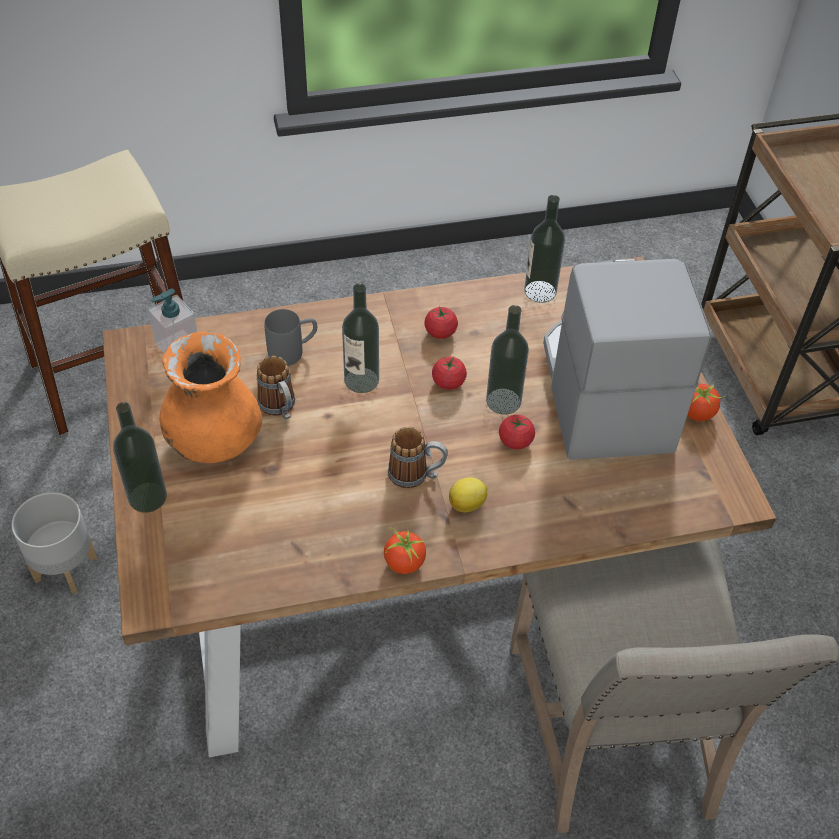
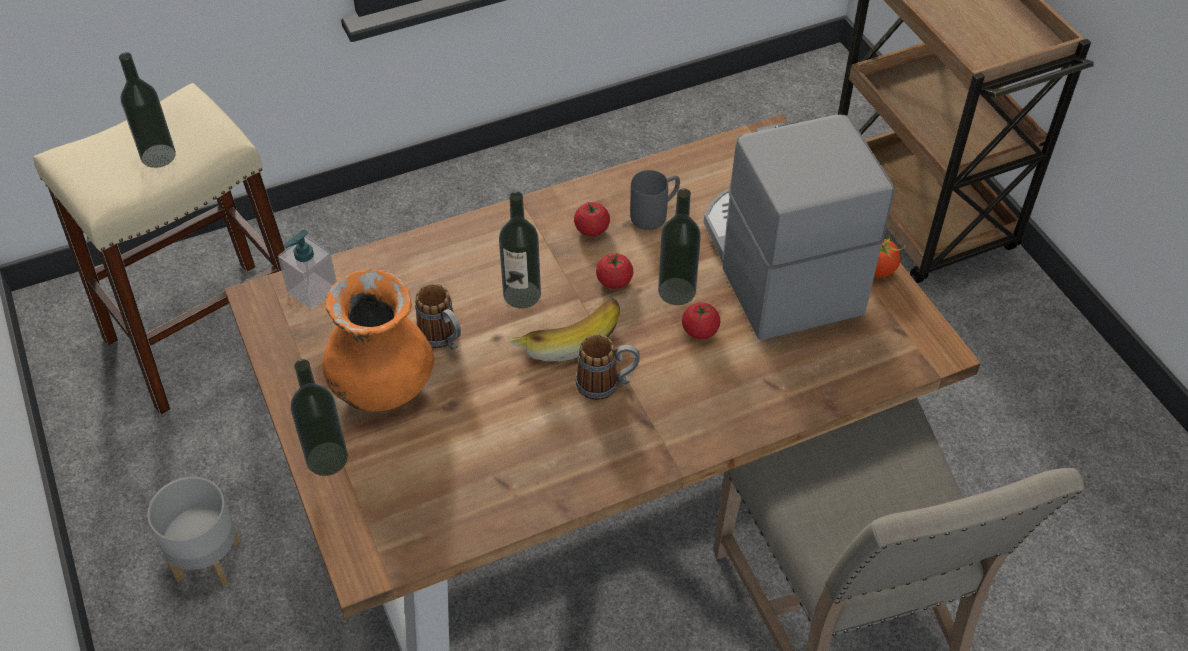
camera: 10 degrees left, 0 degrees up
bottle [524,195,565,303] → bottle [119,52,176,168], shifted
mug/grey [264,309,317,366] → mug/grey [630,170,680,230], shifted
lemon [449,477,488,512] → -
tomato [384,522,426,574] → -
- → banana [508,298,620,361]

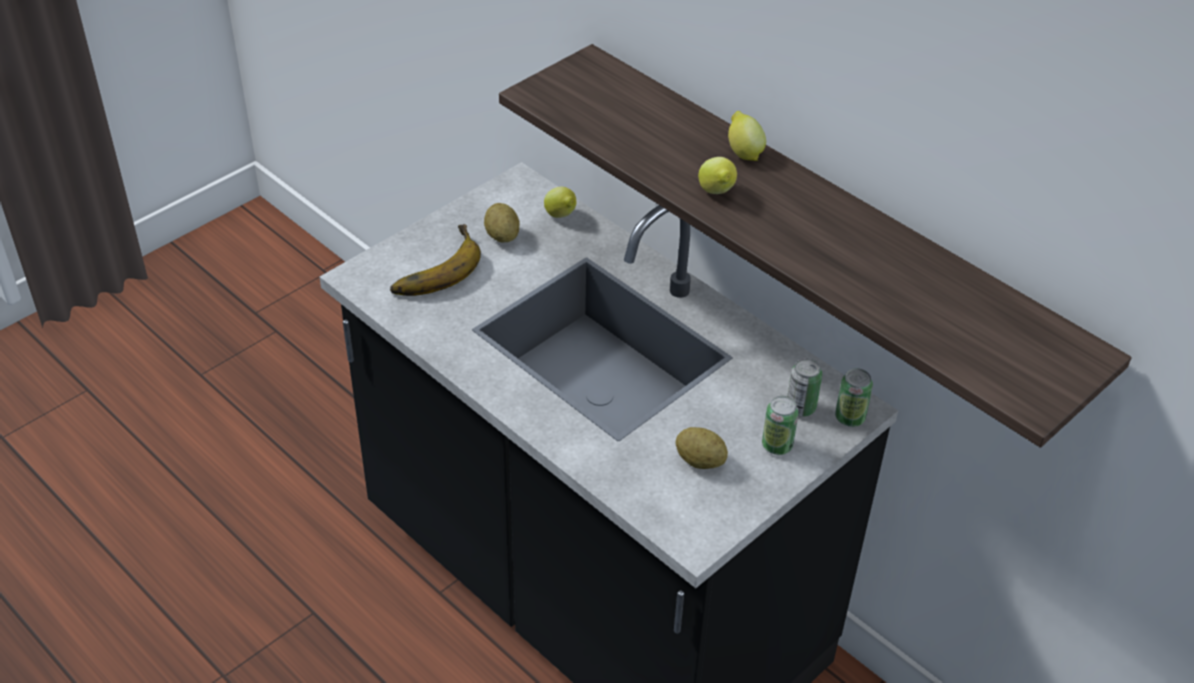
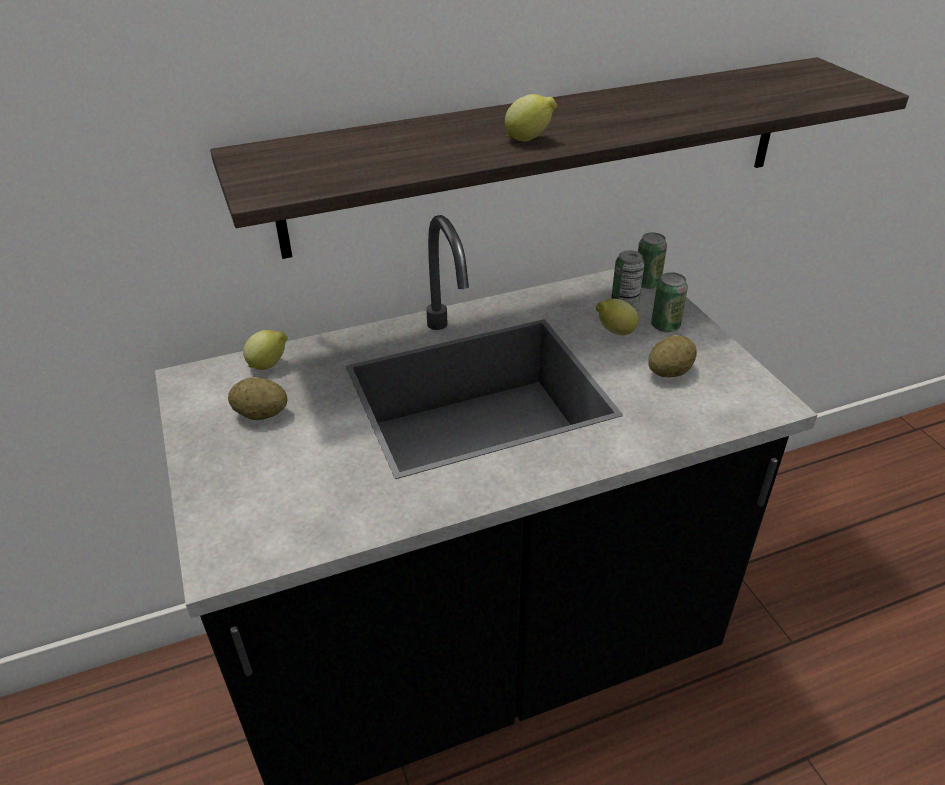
camera: 65 degrees left, 5 degrees down
lemon [728,111,766,161] → lemon [596,299,639,335], shifted
banana [390,224,481,296] → -

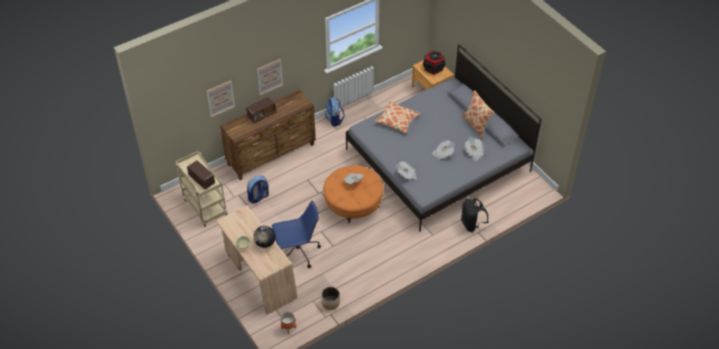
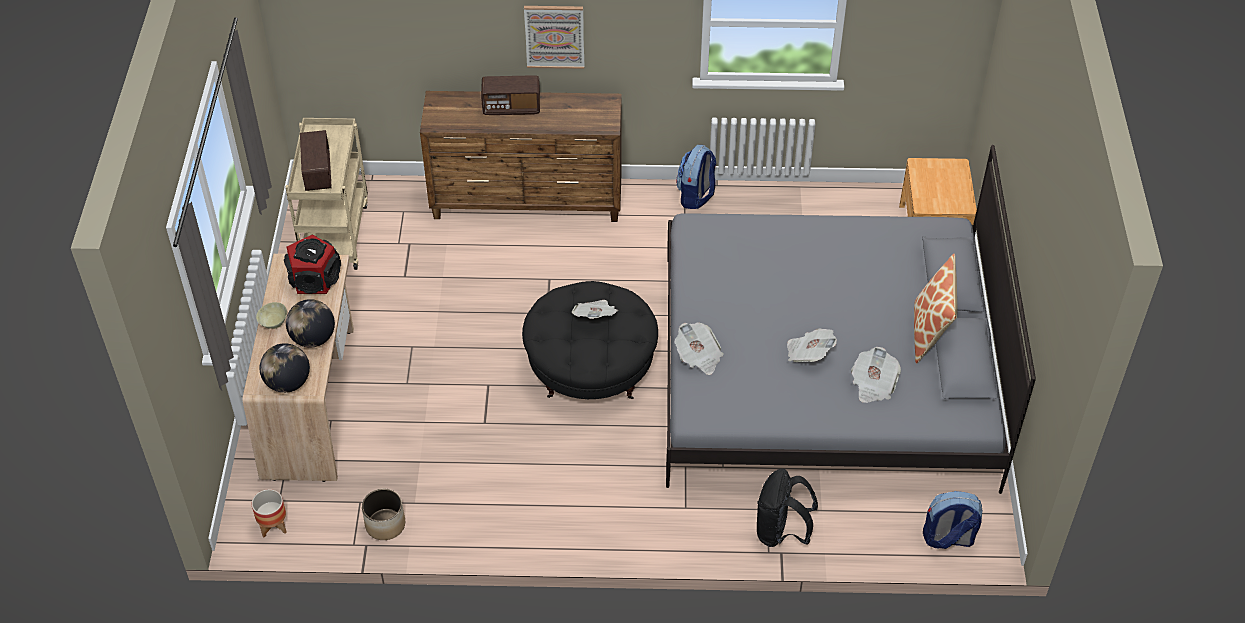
camera: 35 degrees right, 0 degrees up
speaker [423,51,446,75] → speaker [284,234,341,294], shifted
picture [207,80,235,118] → -
pillow [374,101,420,133] → -
ottoman/orange [323,165,383,224] → ottoman/black [522,281,658,399]
backpack [247,175,269,204] → backpack [923,491,983,549], shifted
office chair/blue [272,201,321,268] → -
- → globe [260,343,310,393]

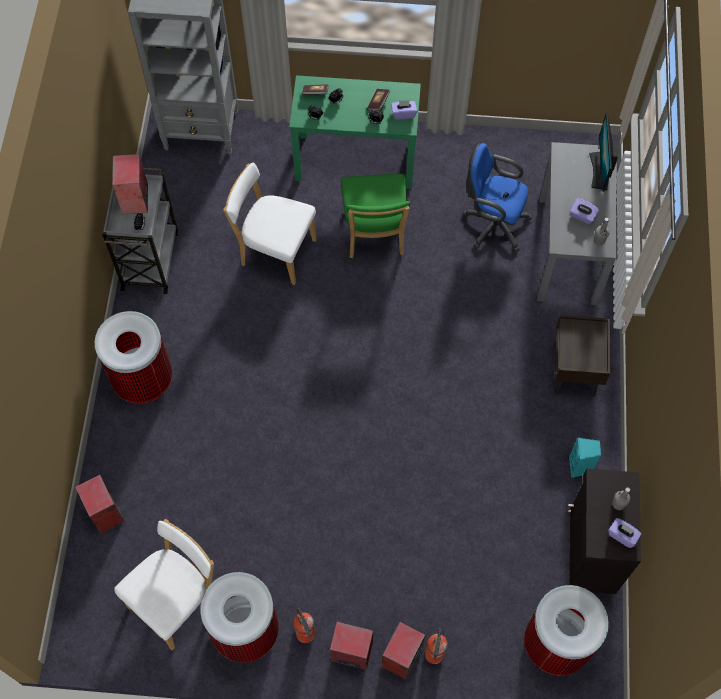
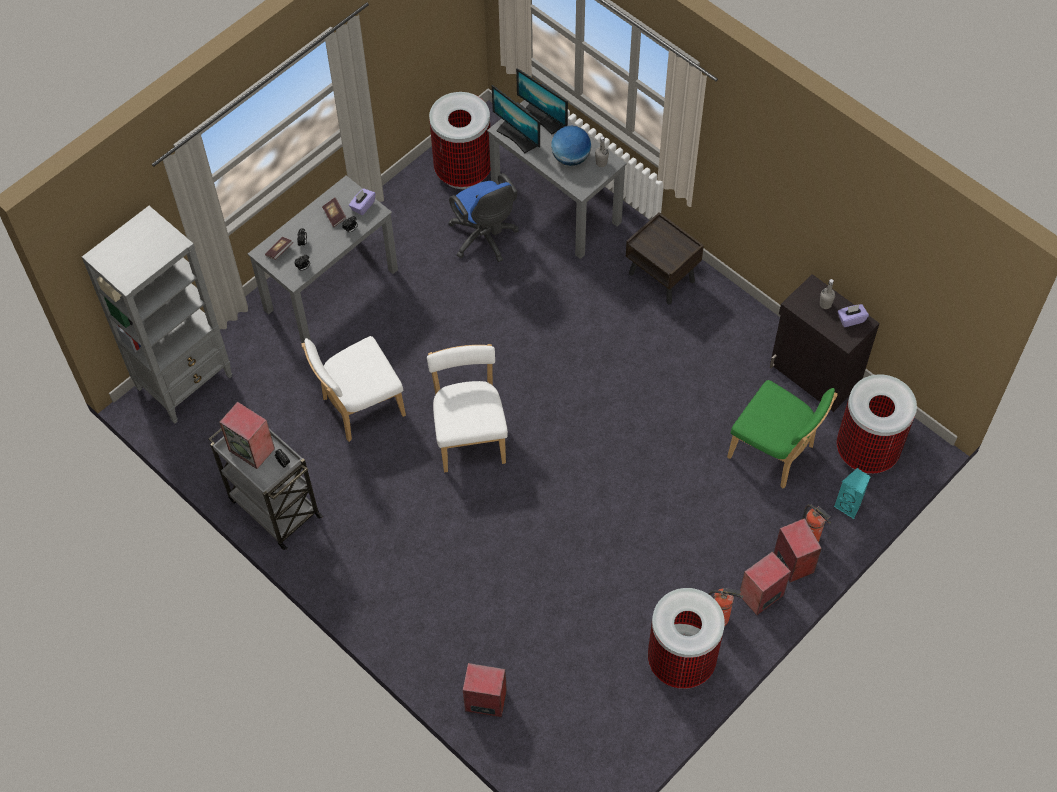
camera: 50 degrees left, 5 degrees down
desk/green [289,75,421,189] → desk/grey [248,176,398,343]
office chair/blue [462,143,532,252] → office chair/blue [448,173,519,262], 90 degrees counterclockwise
chair/green [341,174,411,258] → chair/green [727,380,838,489], shifted
tissue box/purple [570,198,600,224] → globe [551,125,591,166]
trash can [95,311,172,403] → trash can [429,92,491,189], shifted
speaker/turquoise [569,438,601,478] → speaker/turquoise [834,468,871,519], shifted
chair/white [114,519,214,651] → chair/white [427,344,508,473], shifted
- → monitor [492,85,540,153]

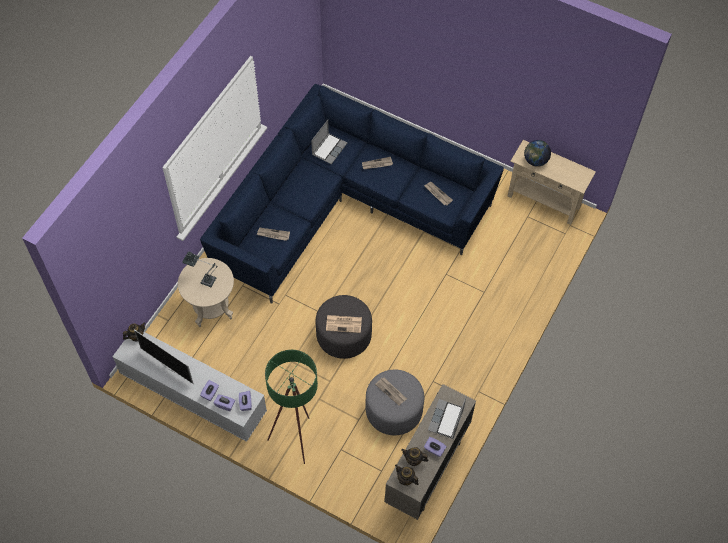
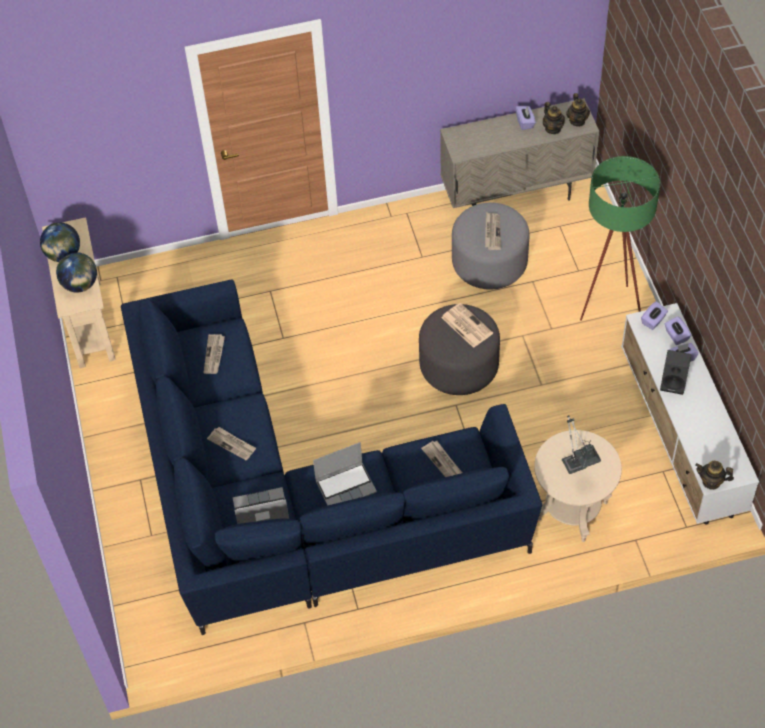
camera: 130 degrees left, 5 degrees down
television [134,329,194,384] → -
laptop [428,397,466,439] → laptop [313,442,377,506], shifted
- → globe [40,222,80,262]
- → speaker/black [660,350,691,395]

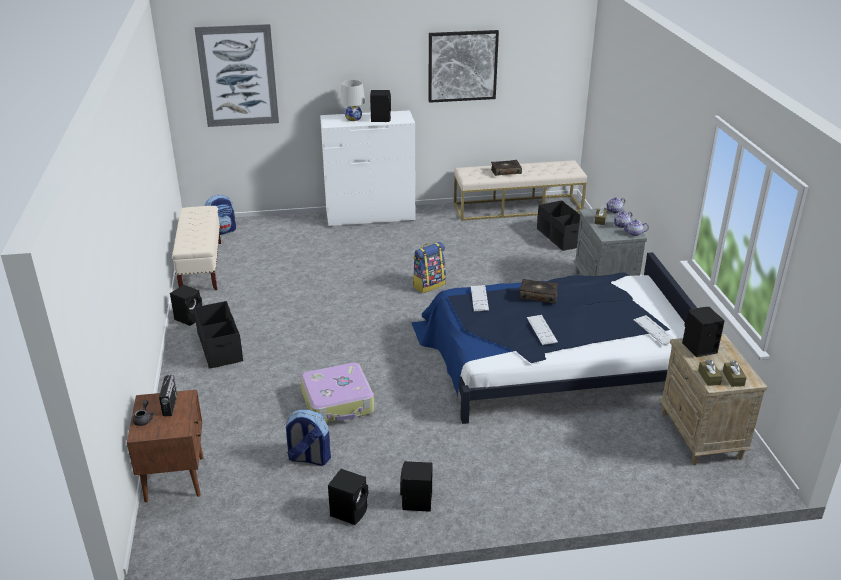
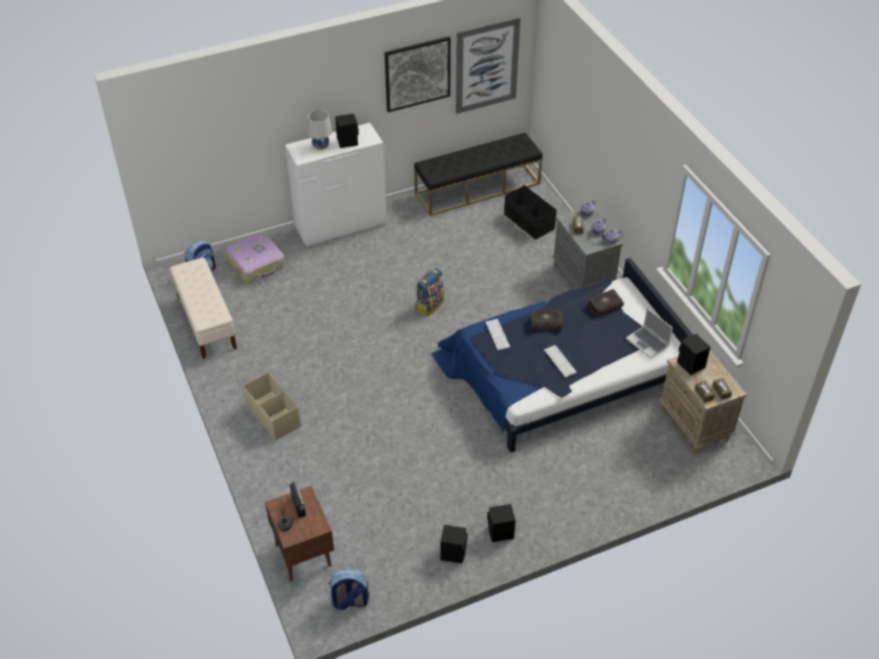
camera: 15 degrees left, 15 degrees up
picture [195,24,279,127] → picture [456,17,521,114], shifted
bench/beige [454,160,587,221] → bench/black [414,132,543,216]
book [491,160,522,176] → book [587,289,624,316], shifted
speaker/black [170,285,202,326] → -
storage box/black [194,301,243,369] → storage box/beige [243,372,301,440]
keyboard [633,315,675,345] → laptop [626,308,673,359]
suitcase [300,363,374,424] → suitcase [226,233,285,283], shifted
backpack [285,409,331,466] → backpack [328,568,369,610], shifted

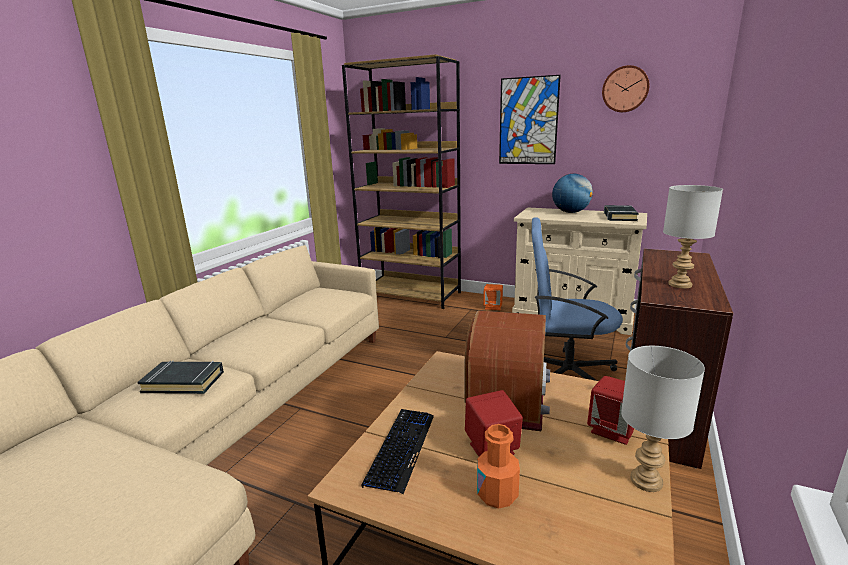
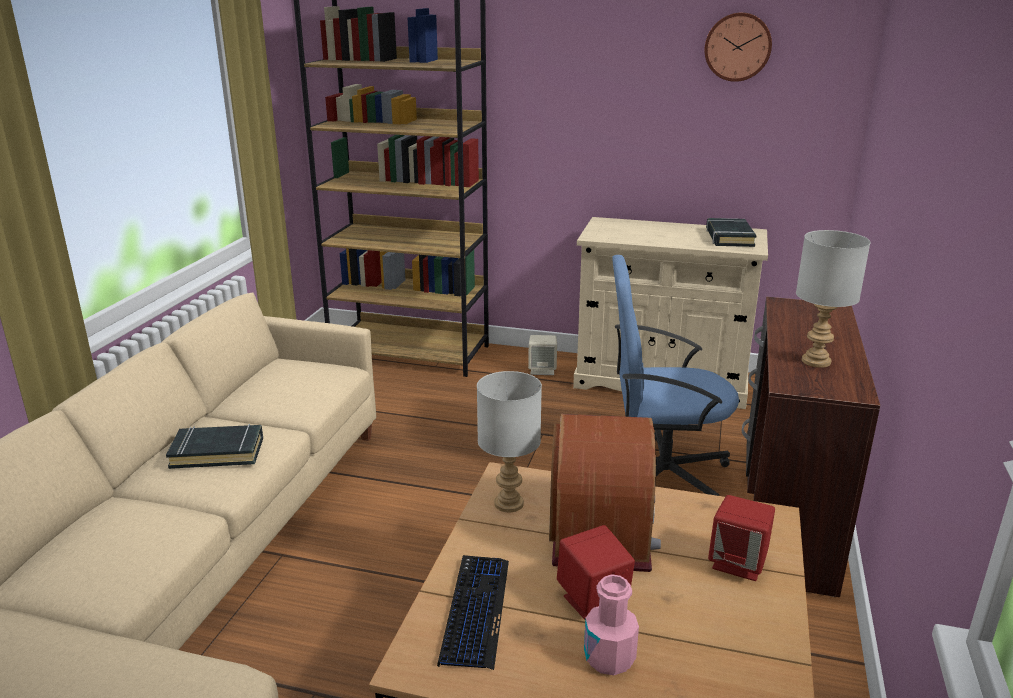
camera: 10 degrees left, 5 degrees up
picture [499,75,561,164] → -
globe [552,174,593,213] → -
speaker/orange [483,284,503,310] → speaker/beige [528,335,557,375]
table lamp/grey [621,346,705,492] → table lamp/grey [477,371,542,512], shifted
book/black [137,361,224,394] → book/black [166,424,263,469], shifted
bottle/orange [477,424,520,509] → bottle/pink [584,574,639,675]

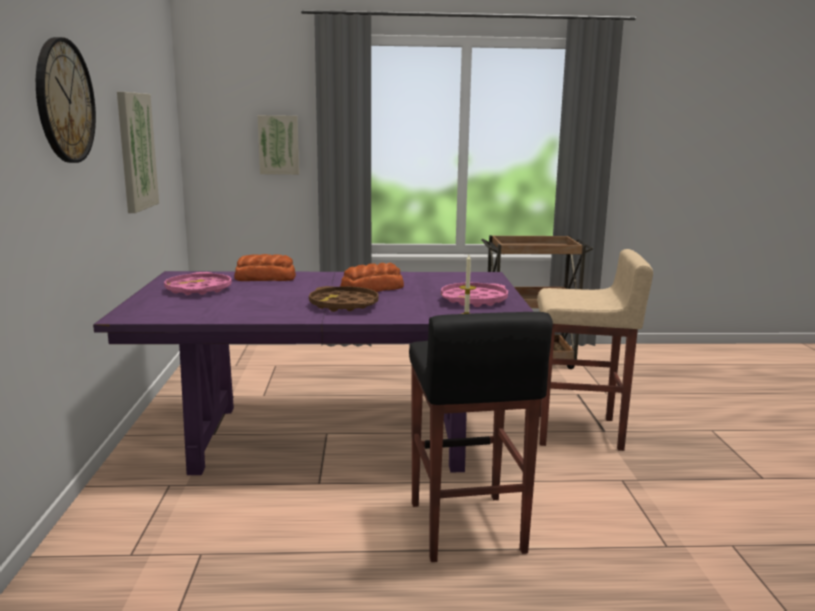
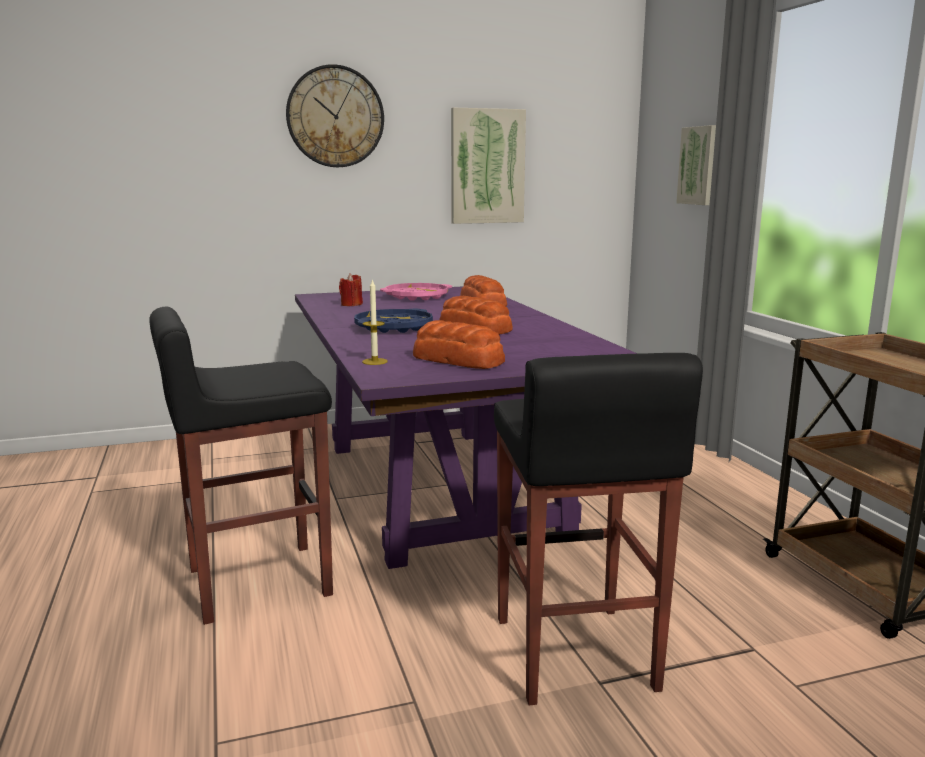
camera: 75 degrees right, 0 degrees up
stool/beige [537,249,653,451] → stool/black [494,353,703,706]
tray/pink [441,283,508,307] → bread [413,320,505,369]
tray/brown [309,286,378,312] → tray/blue [354,309,433,333]
- → candle/red [339,274,363,306]

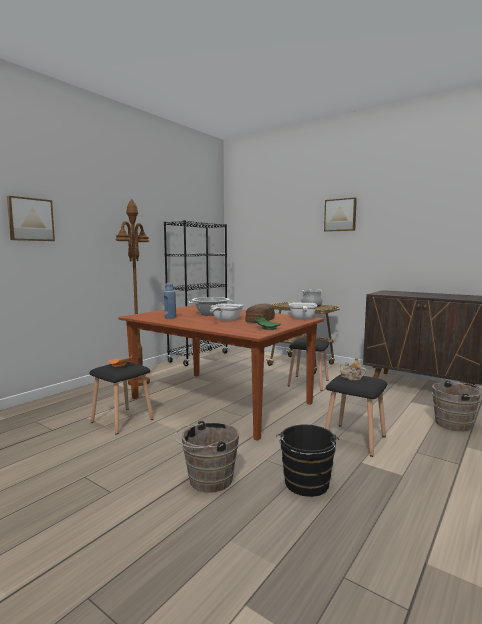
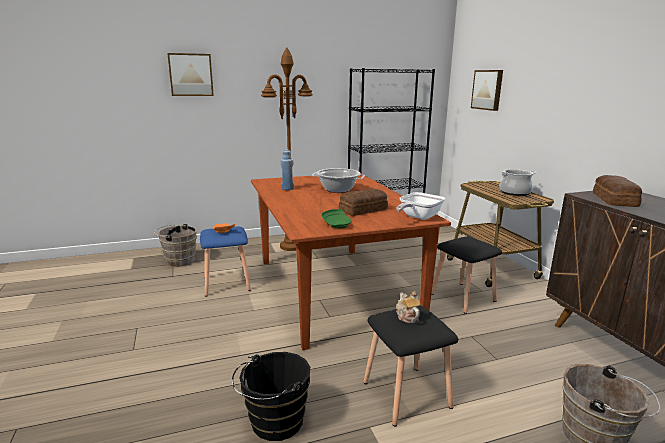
camera: 35 degrees right, 10 degrees up
picture [324,198,357,232] → picture [471,70,503,111], shifted
frying pan [210,303,244,321] → -
stool/black [89,362,154,434] → stool/blue [200,227,251,297]
bucket/brown [174,421,239,493] → bucket/brown [154,224,197,267], shifted
- → bread [593,175,642,207]

